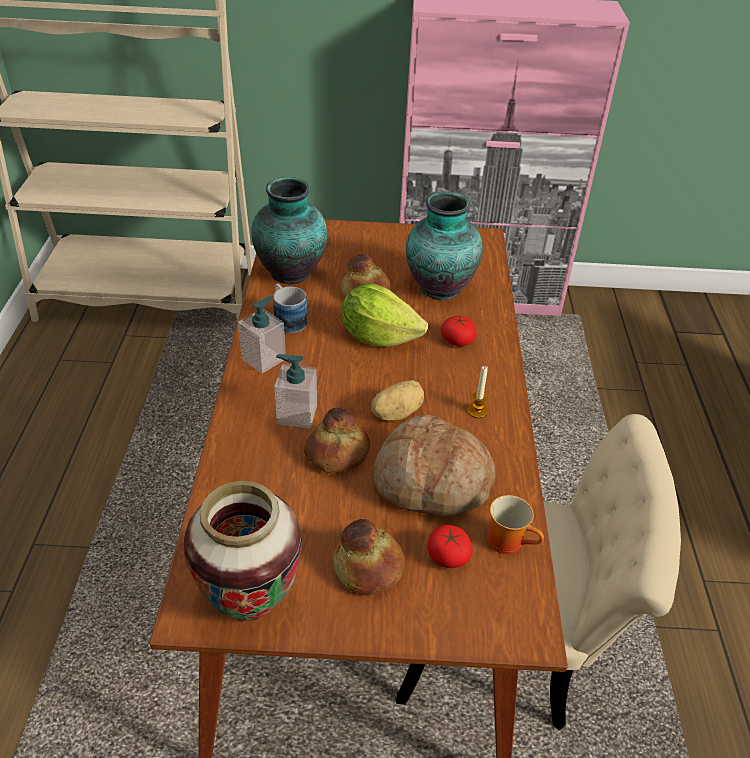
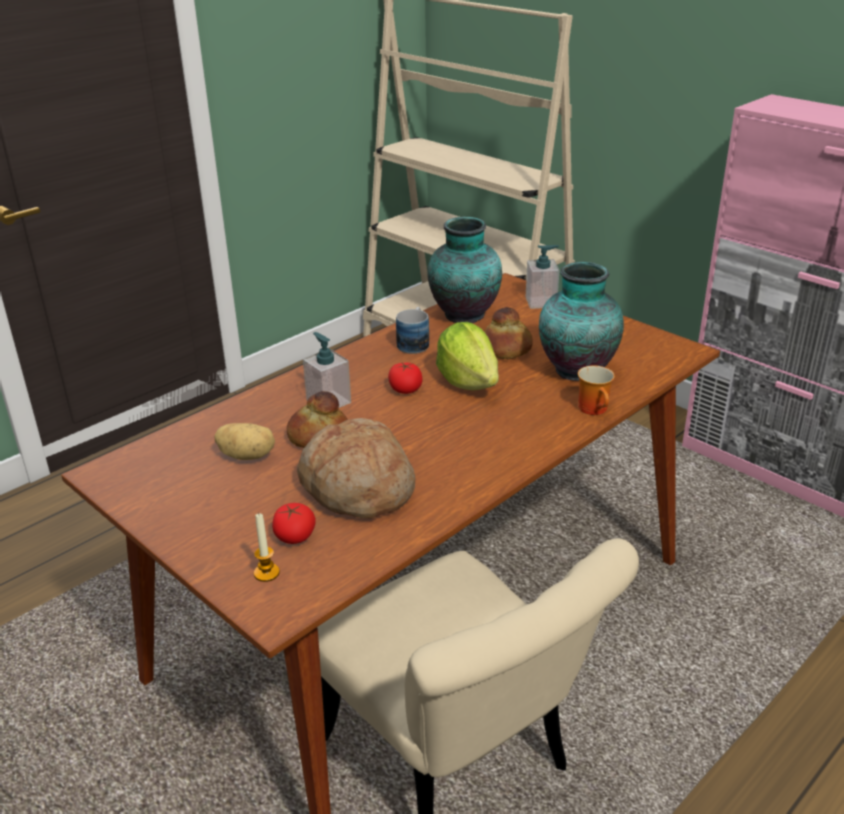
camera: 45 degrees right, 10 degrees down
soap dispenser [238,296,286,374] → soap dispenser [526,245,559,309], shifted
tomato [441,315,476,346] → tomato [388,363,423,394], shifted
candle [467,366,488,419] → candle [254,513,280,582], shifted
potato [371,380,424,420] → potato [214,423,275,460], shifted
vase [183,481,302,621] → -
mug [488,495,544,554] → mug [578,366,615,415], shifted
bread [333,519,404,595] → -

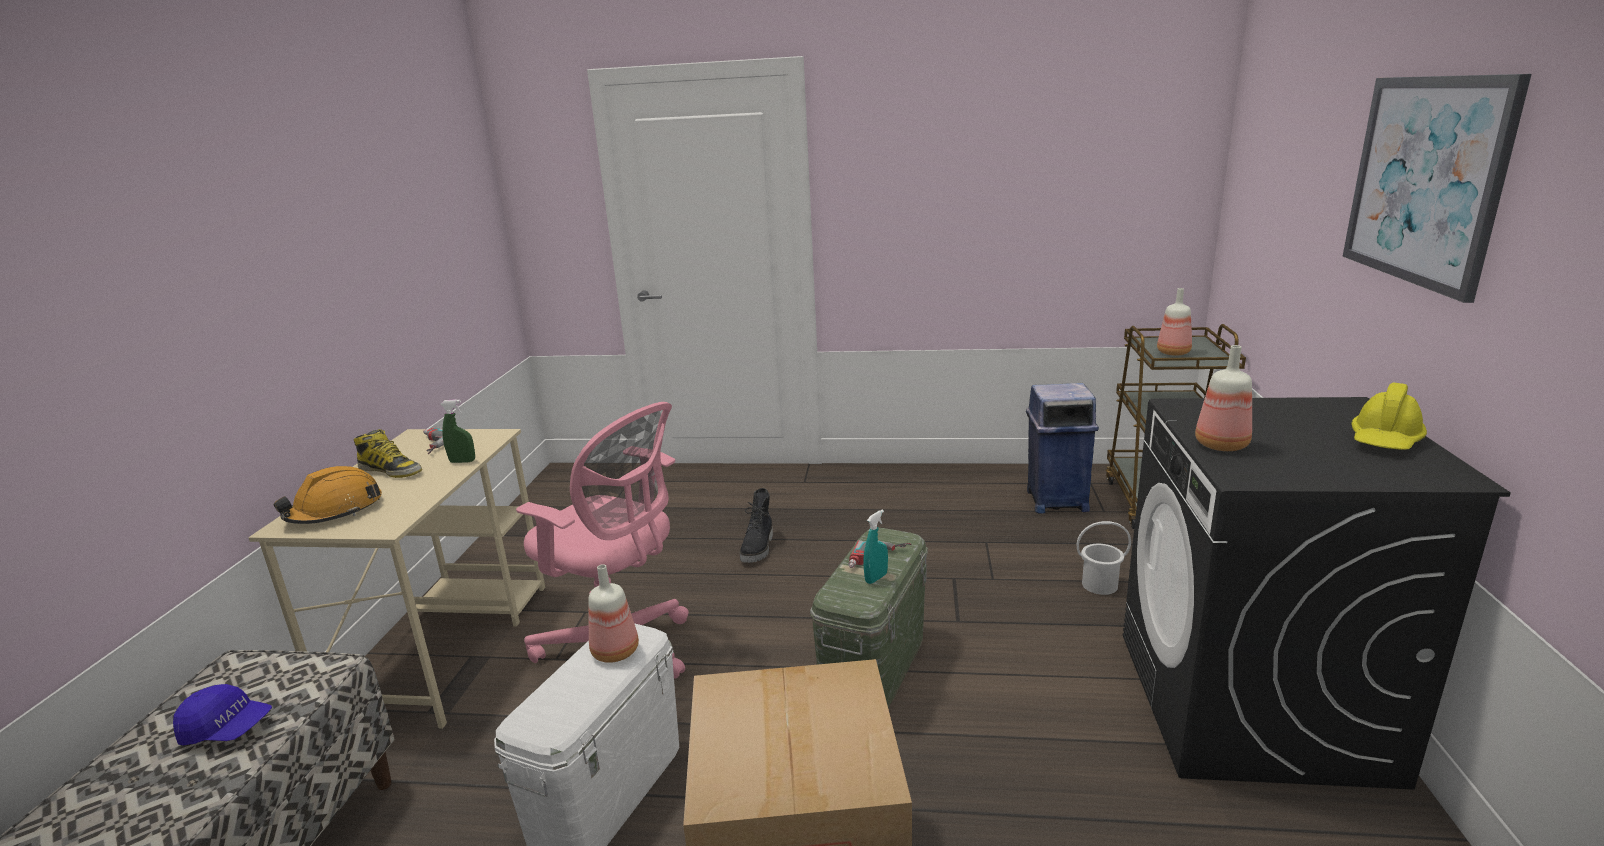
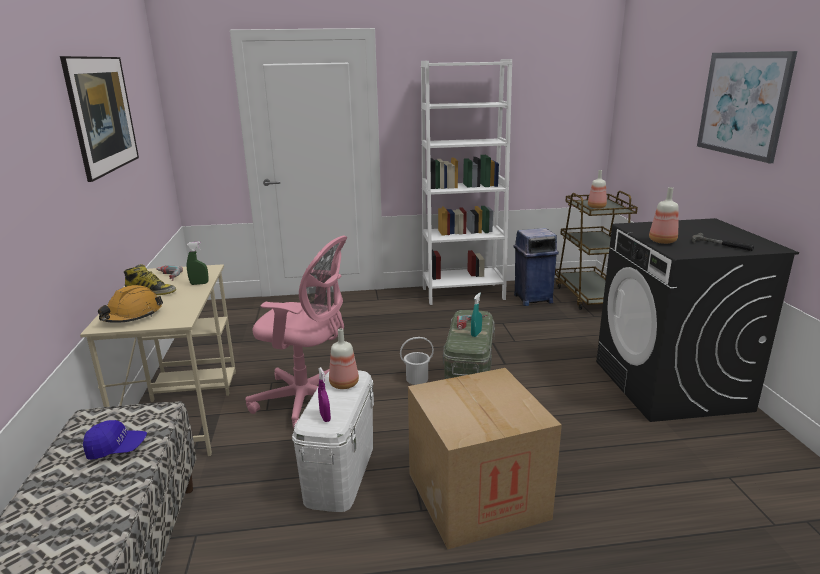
camera: 15 degrees left, 0 degrees up
hard hat/yellow [1351,383,1427,450] → -
boot/black [740,488,773,563] → -
bucket/white [1077,521,1131,595] → bucket/white [400,337,434,385], shifted
- → picture [60,56,139,182]
- → bookcase/white [421,59,512,305]
- → hammer [692,233,754,251]
- → spray bottle/purple [318,367,331,422]

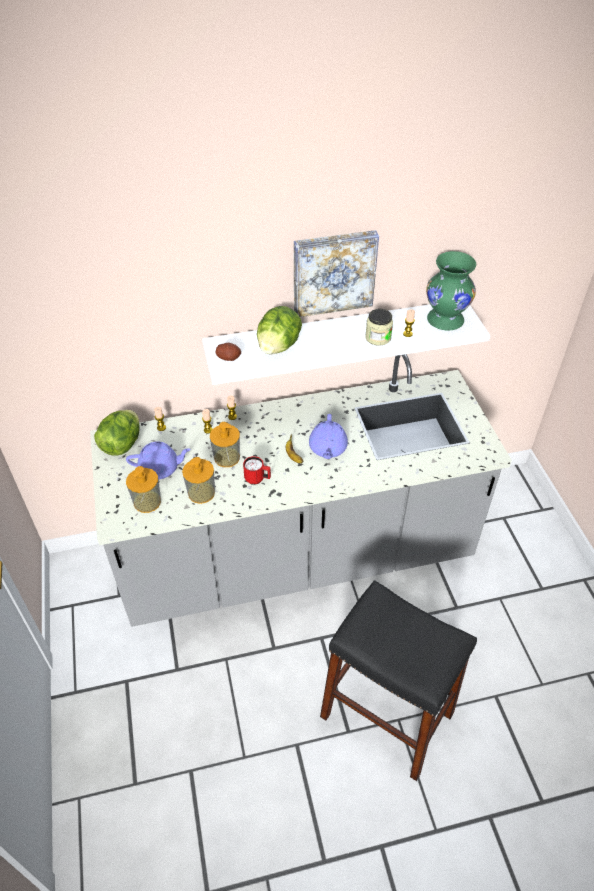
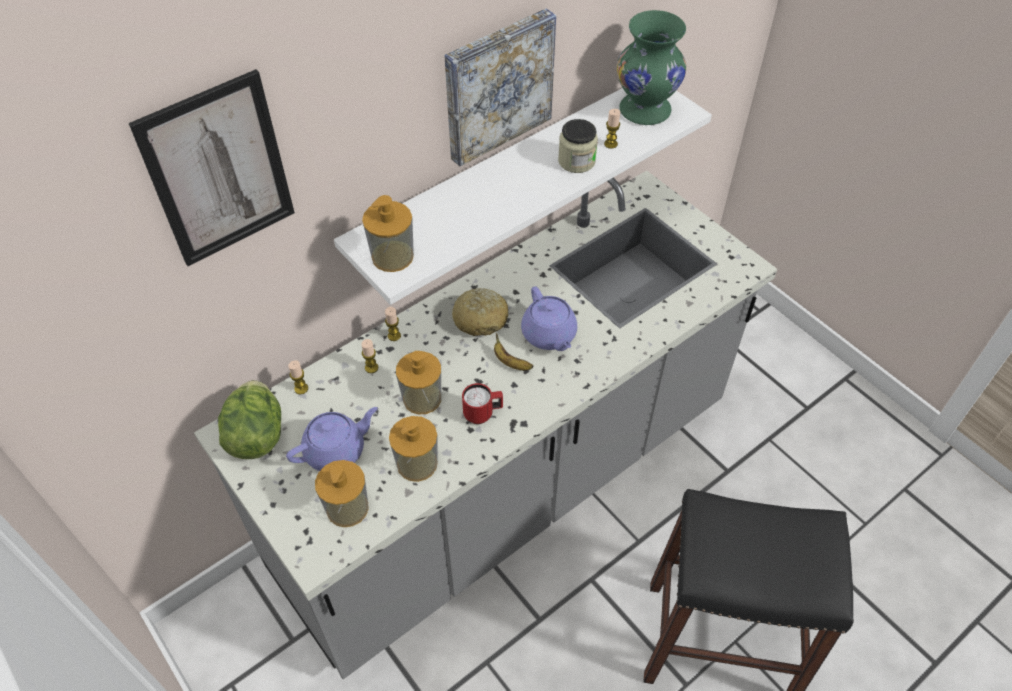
camera: 25 degrees left, 5 degrees up
lettuce [257,306,302,354] → -
potato [215,343,241,361] → soap dispenser [362,195,414,272]
- → picture [129,69,295,266]
- → bread [452,288,508,336]

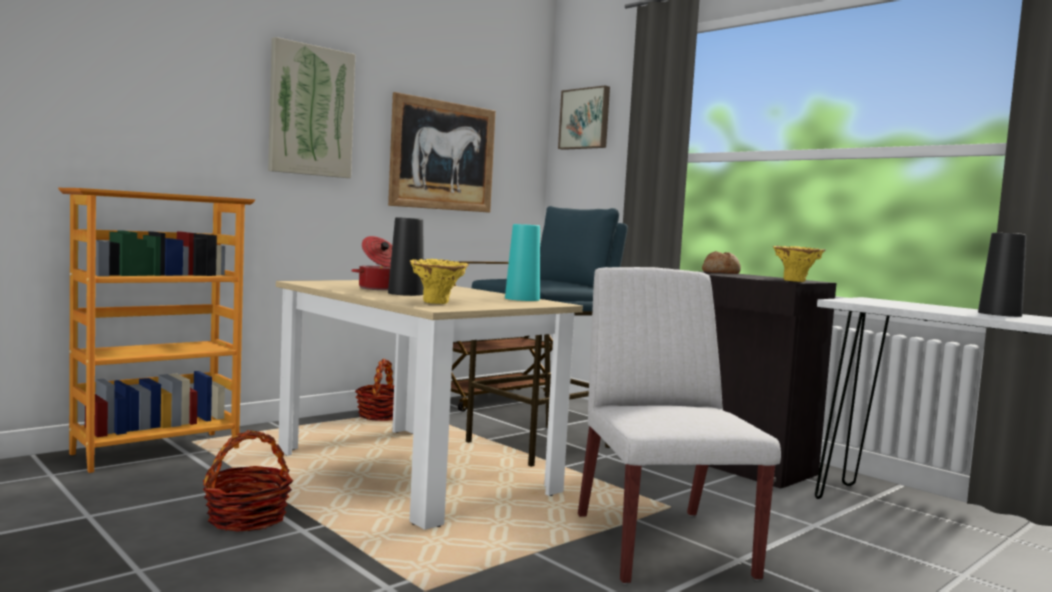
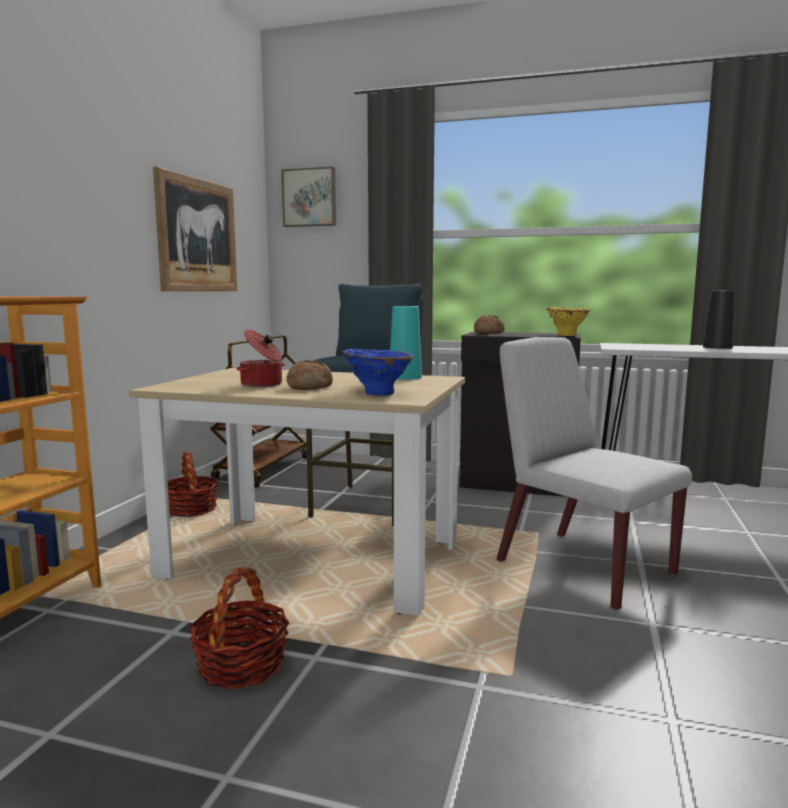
camera: 30 degrees left, 5 degrees up
picture [268,37,355,178] → -
vase/black [388,217,424,296] → bread [287,360,333,390]
vase/yellow [410,259,469,304] → vase/blue [342,349,414,396]

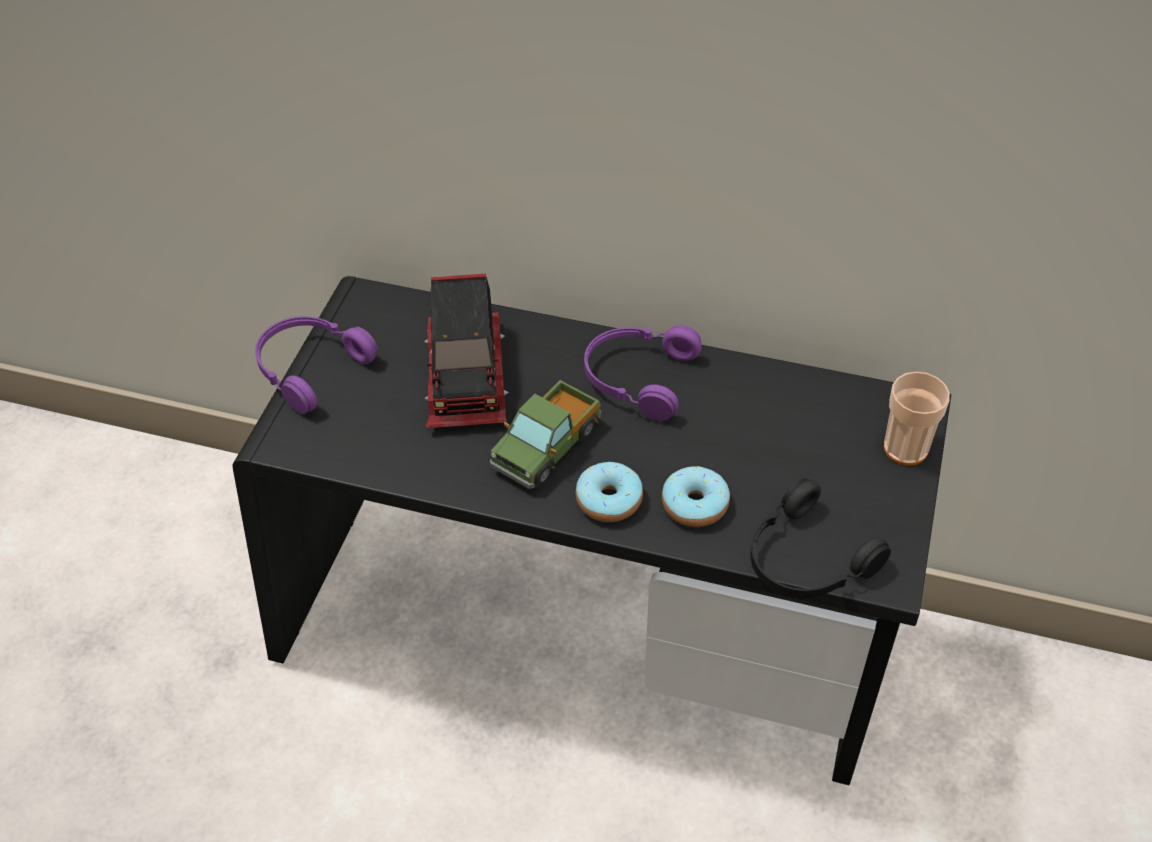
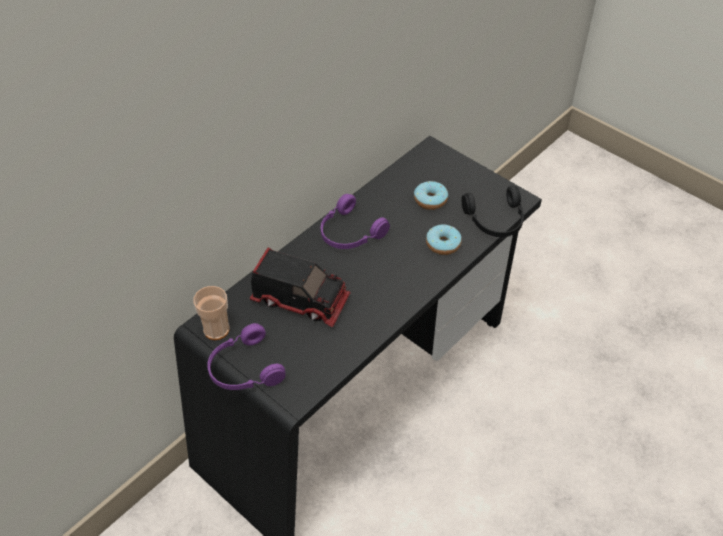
camera: 65 degrees left, 0 degrees up
cup [884,372,950,465] → cup [193,286,230,340], shifted
toy truck [489,380,601,489] → -
donut [576,462,643,522] → donut [414,181,448,210], shifted

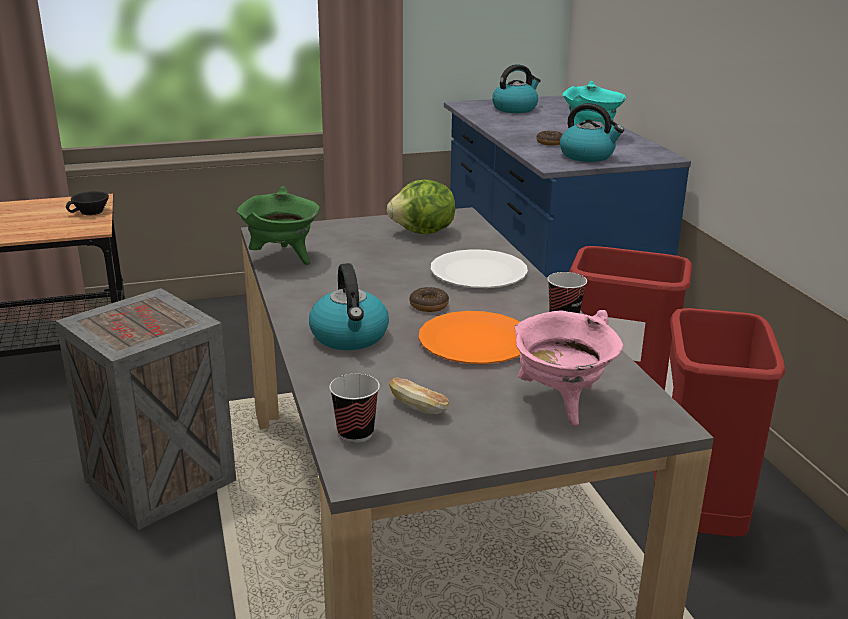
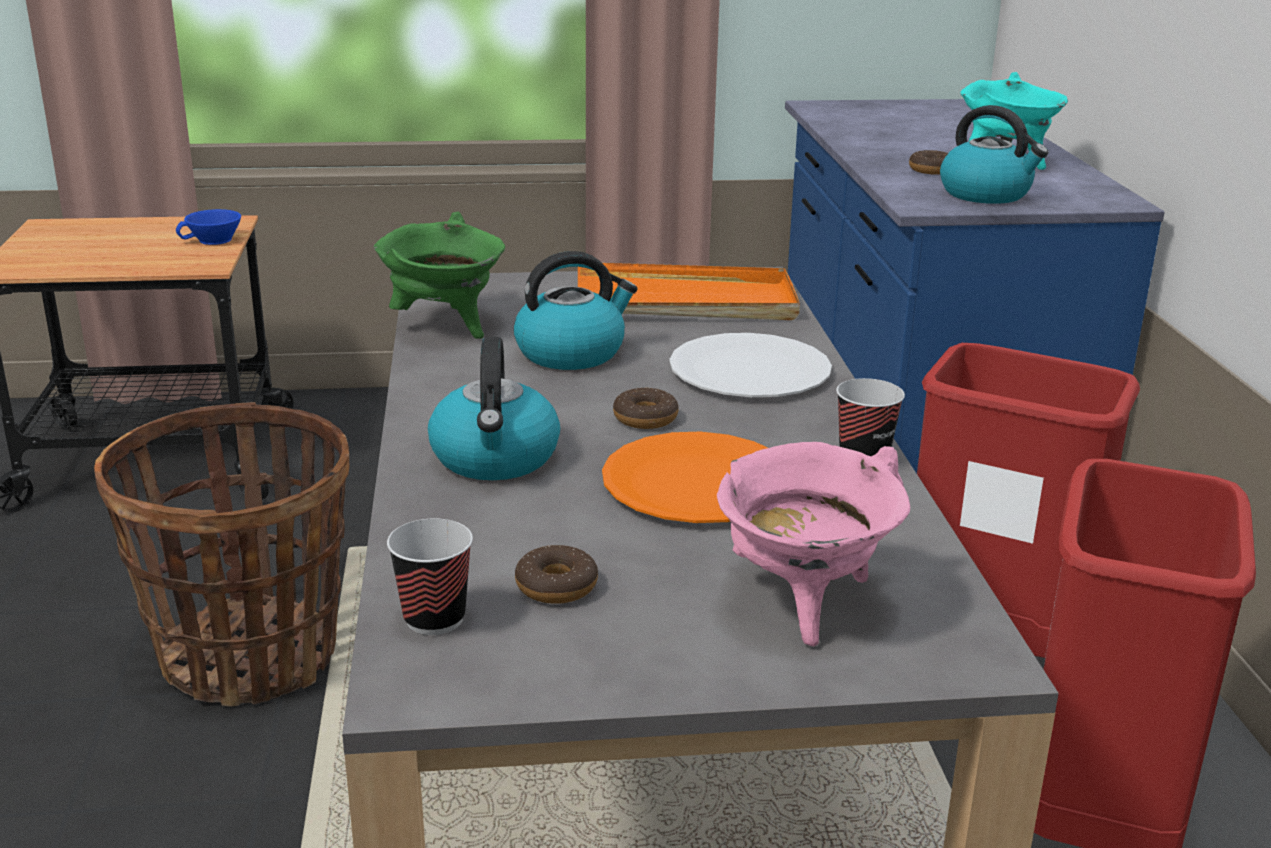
camera: 10 degrees right, 0 degrees up
kettle [492,64,541,113] → kettle [514,251,637,370], shifted
lettuce [387,180,455,234] → tray/orange [578,263,800,320]
cup/black [66,191,109,215] → cup/blue [176,209,241,245]
crate [56,288,236,530] → basket [94,402,349,707]
bread [389,378,449,414] → donut [515,545,598,604]

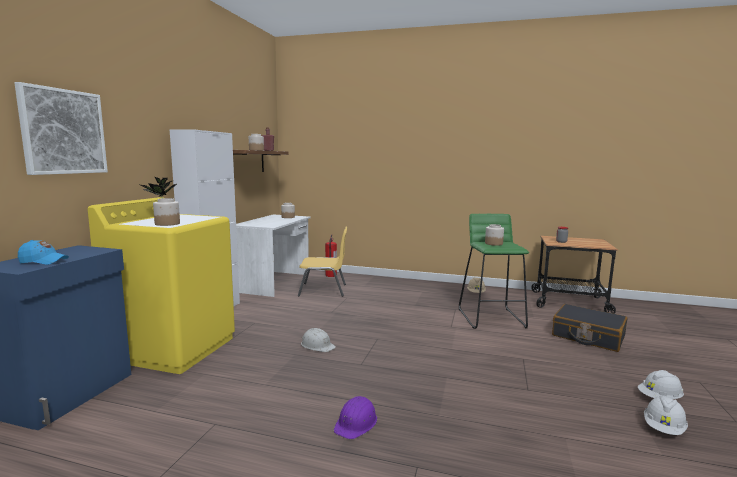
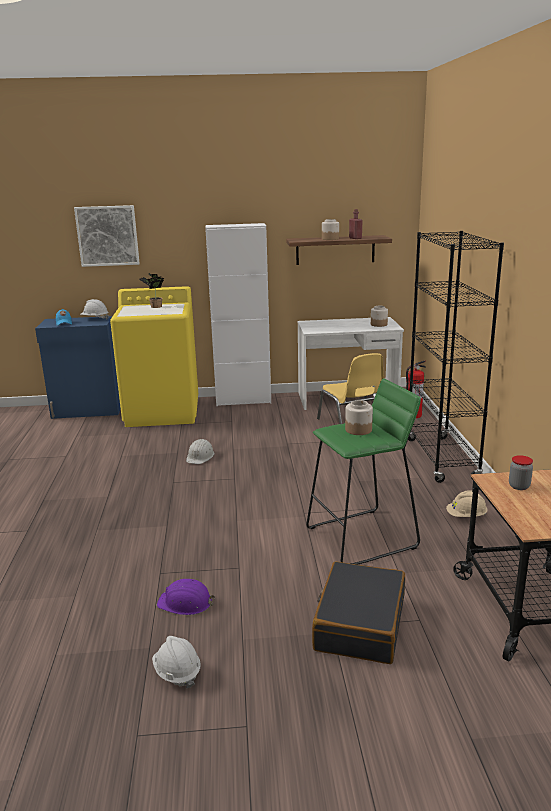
camera: 70 degrees right, 10 degrees up
jar [153,198,180,226] → -
hard hat/purple [334,396,377,439] → hard hat/purple [157,579,215,615], shifted
hard hat/white [644,396,688,435] → hard hat/white [80,299,109,319], shifted
- → bookcase/black [408,231,504,483]

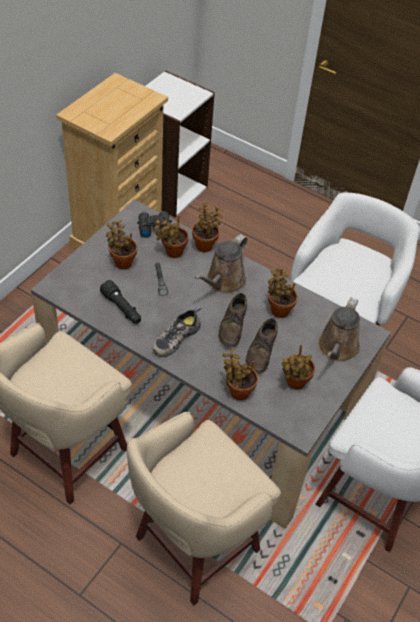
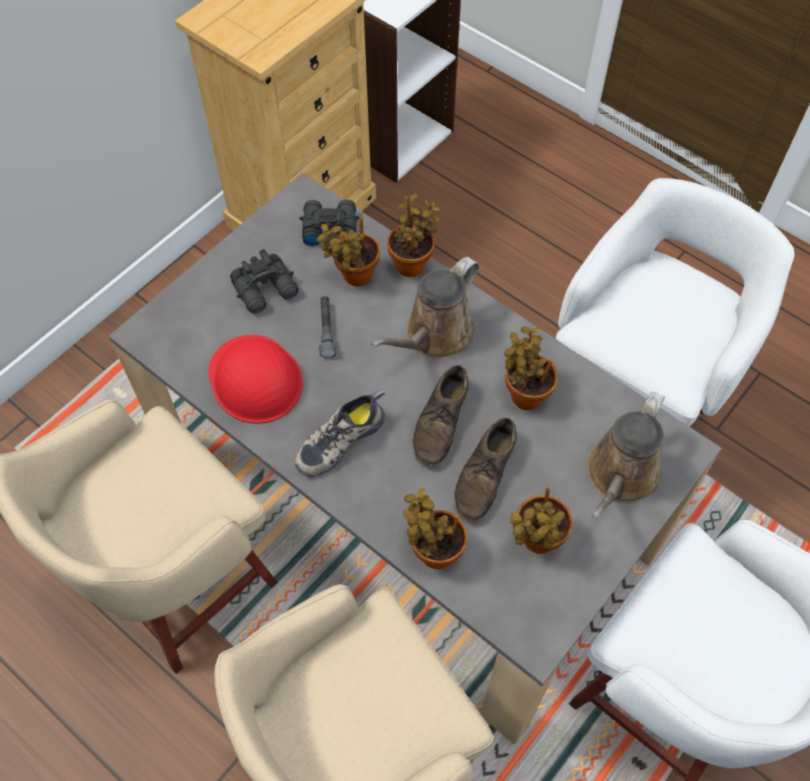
camera: 10 degrees right, 10 degrees up
potted plant [106,220,137,269] → binoculars/black [230,249,299,314]
flashlight/black [100,280,141,324] → hard hat/red [208,335,303,424]

